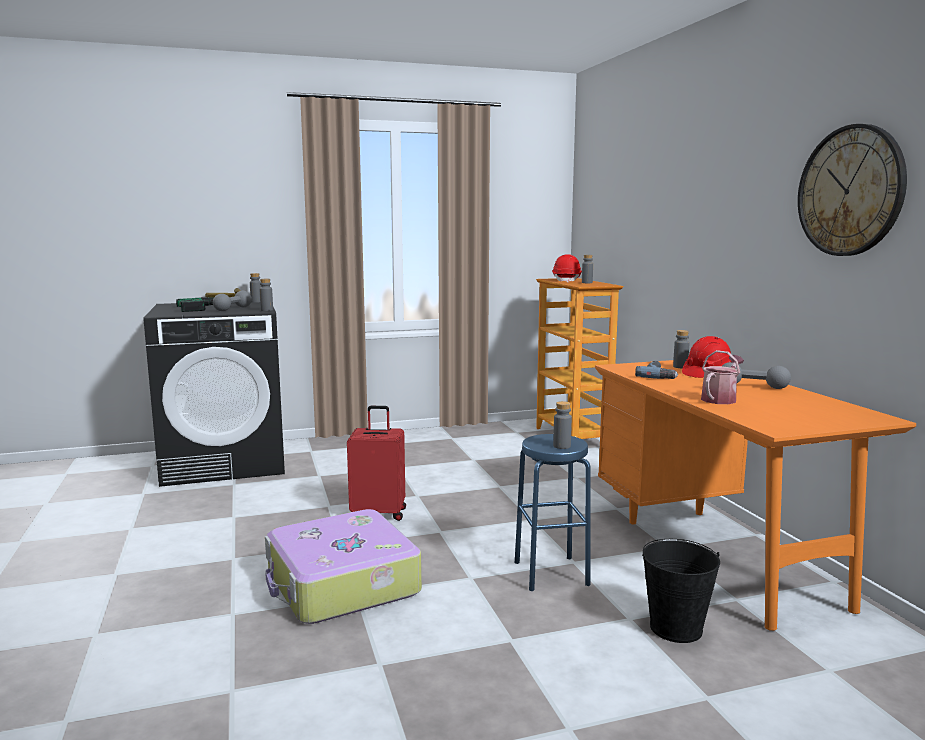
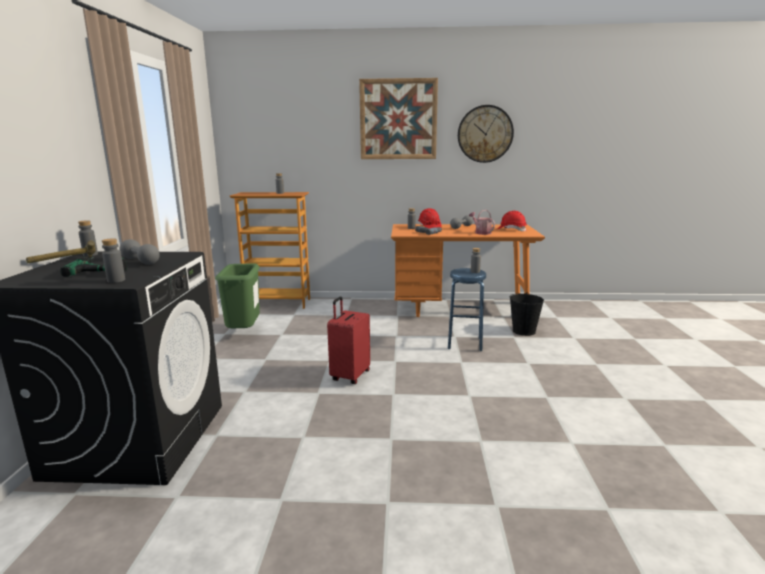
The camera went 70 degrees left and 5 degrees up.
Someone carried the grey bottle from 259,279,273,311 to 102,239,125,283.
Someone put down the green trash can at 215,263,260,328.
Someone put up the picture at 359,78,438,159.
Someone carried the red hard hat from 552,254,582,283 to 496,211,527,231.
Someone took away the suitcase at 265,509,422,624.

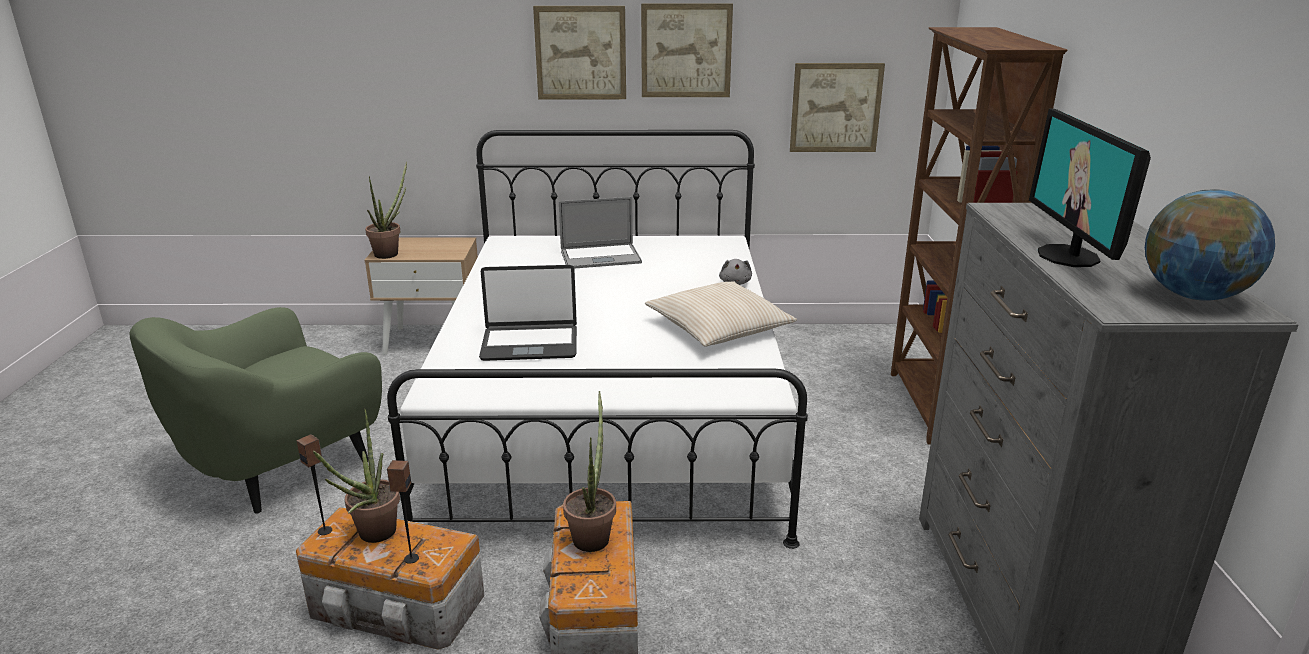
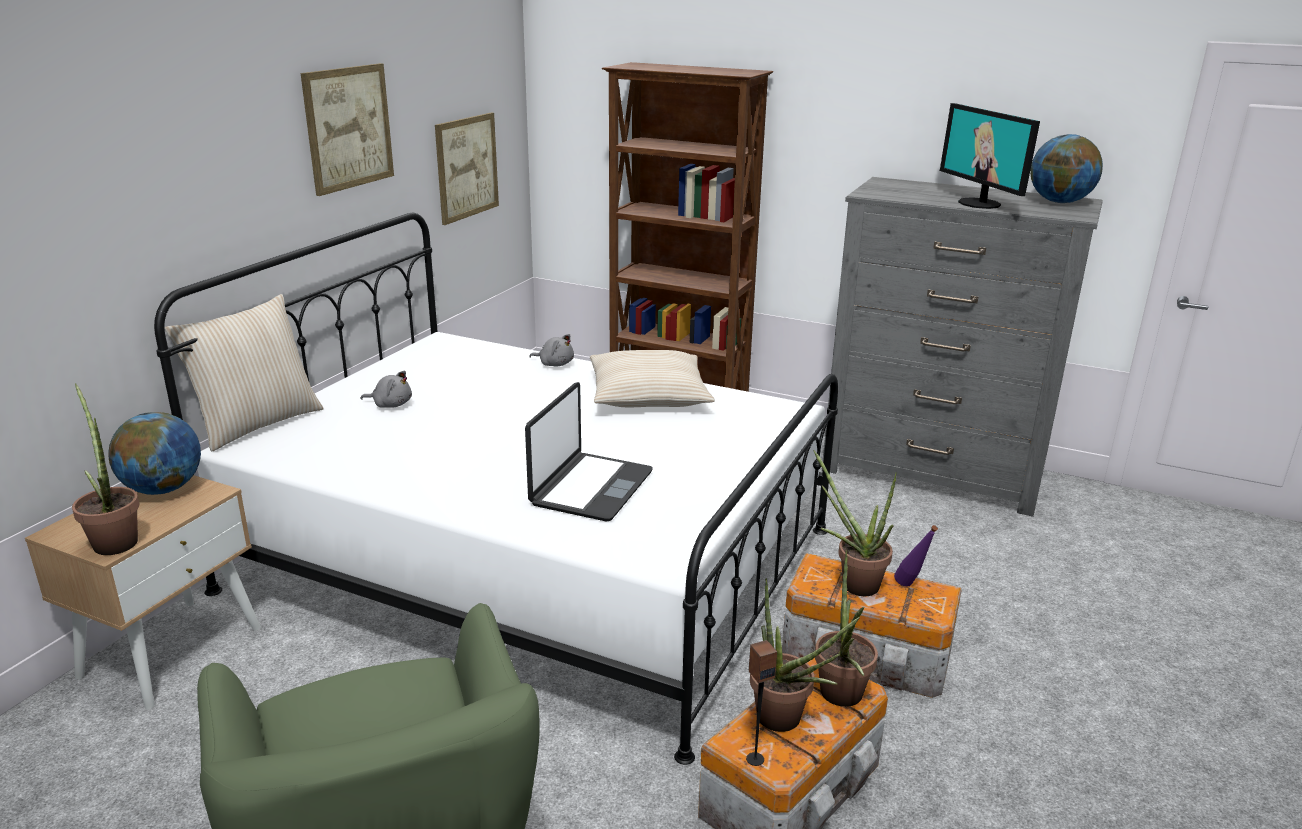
The camera went 65 degrees left and 0 degrees up.
Someone put down the globe at 108,412,201,495.
Someone put down the beige pillow at 165,294,323,451.
Someone swapped the laptop at 559,197,642,269 for the grey plush toy at 361,371,412,408.
Someone swapped the speaker at 387,460,419,564 for the potted plant at 815,550,878,707.
Someone put down the purple bottle at 894,525,938,587.
Someone rotated the monitor at 1029,109,1151,267 by 45 degrees clockwise.
Someone took away the picture at 533,6,626,99.

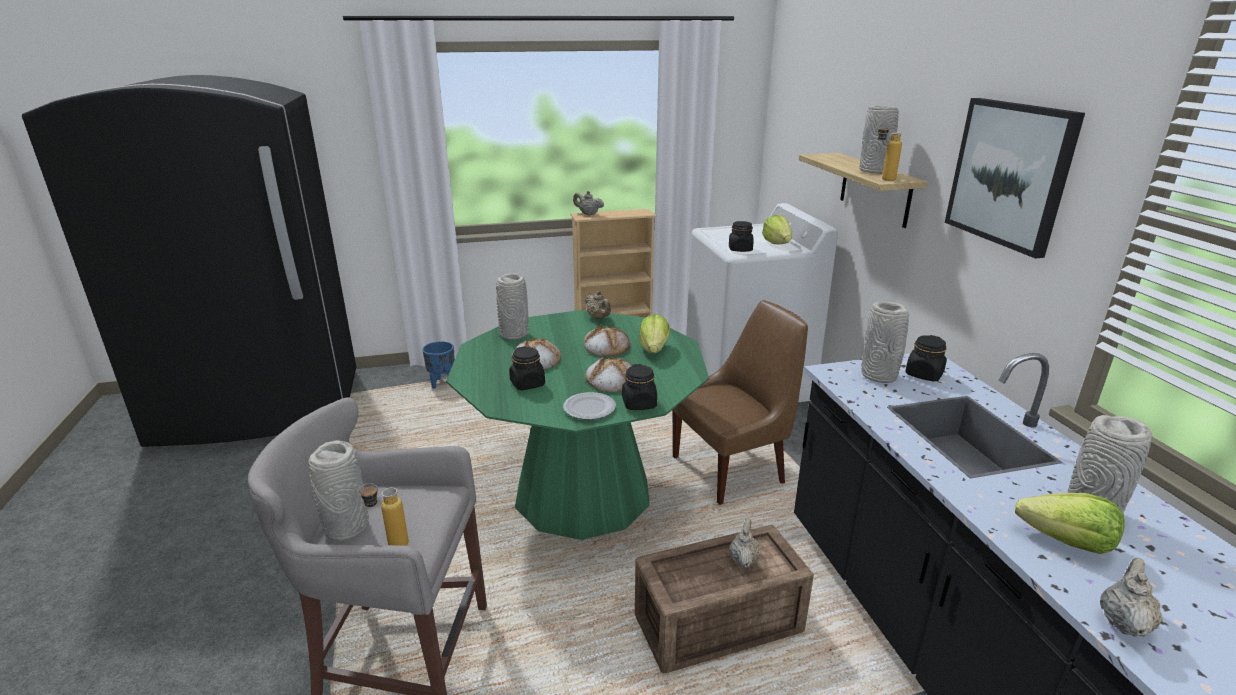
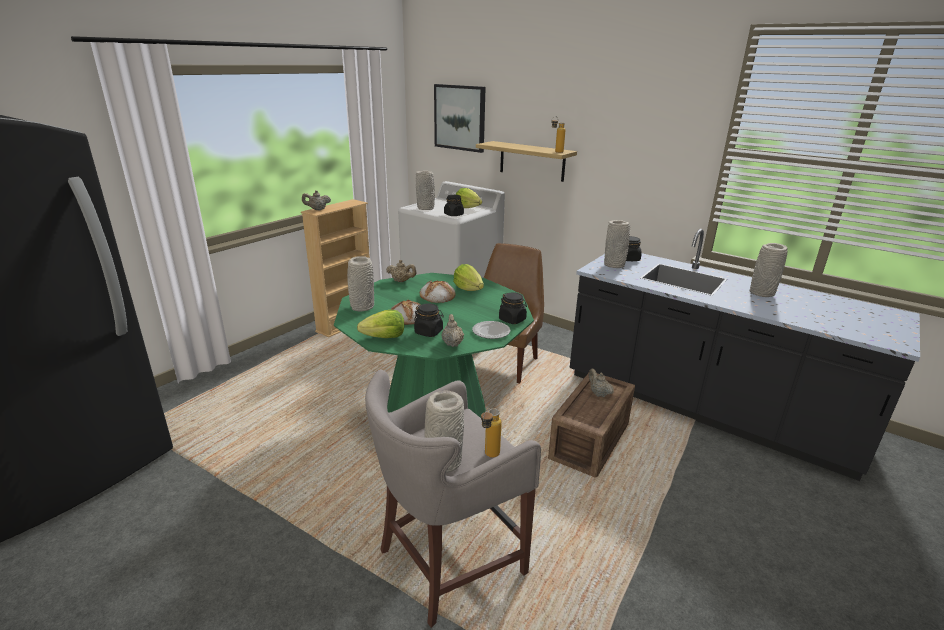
The camera went 40 degrees left and 0 degrees up.
Someone carried the lettuce from 1015,493,1125,554 to 357,310,404,338.
Someone carried the grey vase from 860,106,899,174 to 416,171,435,210.
Someone carried the picture from 945,98,1085,259 to 434,84,486,153.
Someone carried the beige teapot from 1100,557,1163,637 to 442,314,464,347.
Someone took away the blue planter at 422,341,455,389.
Someone took away the bread at 585,357,632,392.

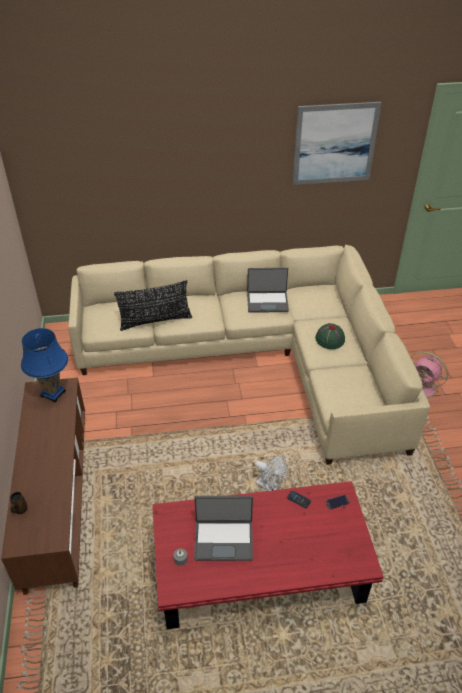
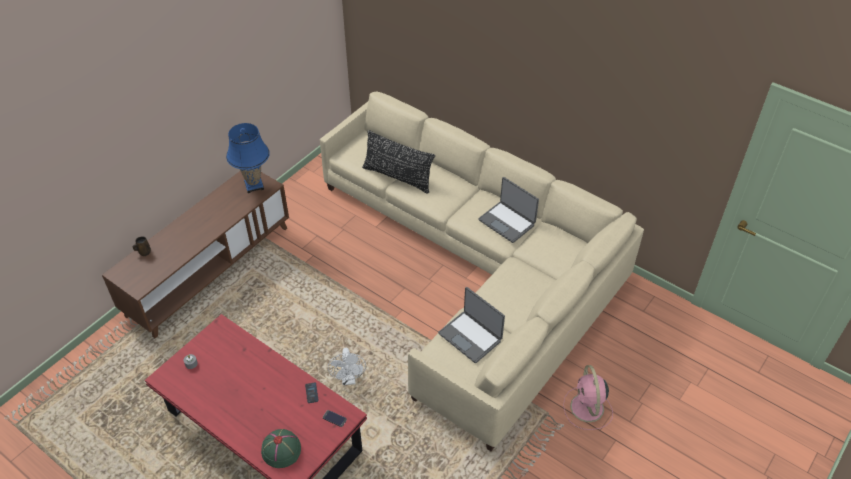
The camera went 45 degrees right and 5 degrees up.
Someone carried the green hat from 315,323,345,349 to 261,429,301,468.
Someone carried the laptop from 194,496,253,561 to 438,287,505,363.
Someone took away the picture at 292,102,381,185.

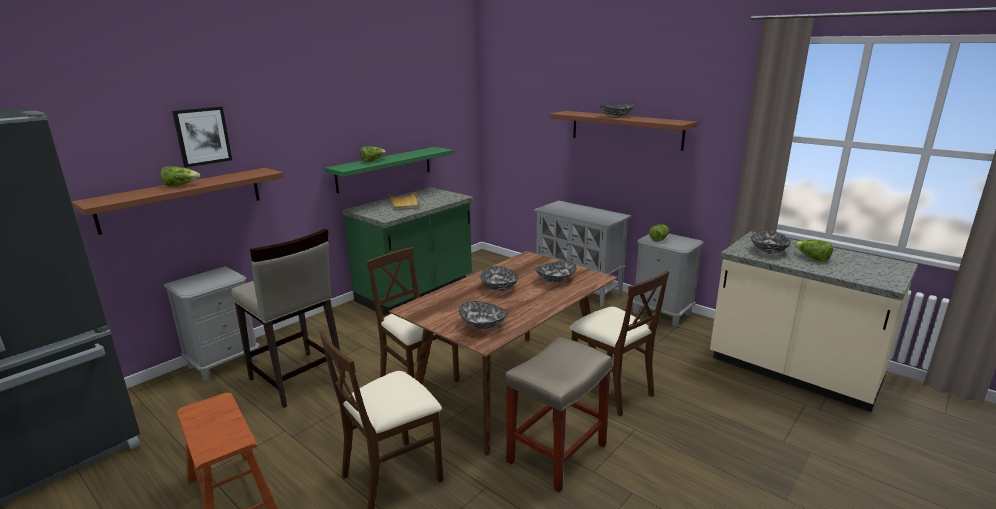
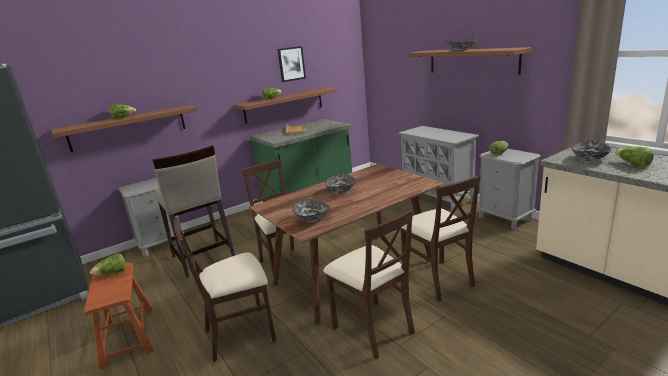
The camera went 15 degrees right and 0 degrees up.
Someone put down the lettuce at 90,254,126,275.
Someone repainted the green shelf at 324,147,453,193, which became the brown shelf at 235,88,338,124.
Someone carried the picture from 172,106,232,167 to 277,46,306,82.
Someone swapped the beige stool at 505,337,612,493 for the beige chair at 323,209,415,359.
Someone took away the bowl at 535,261,577,283.

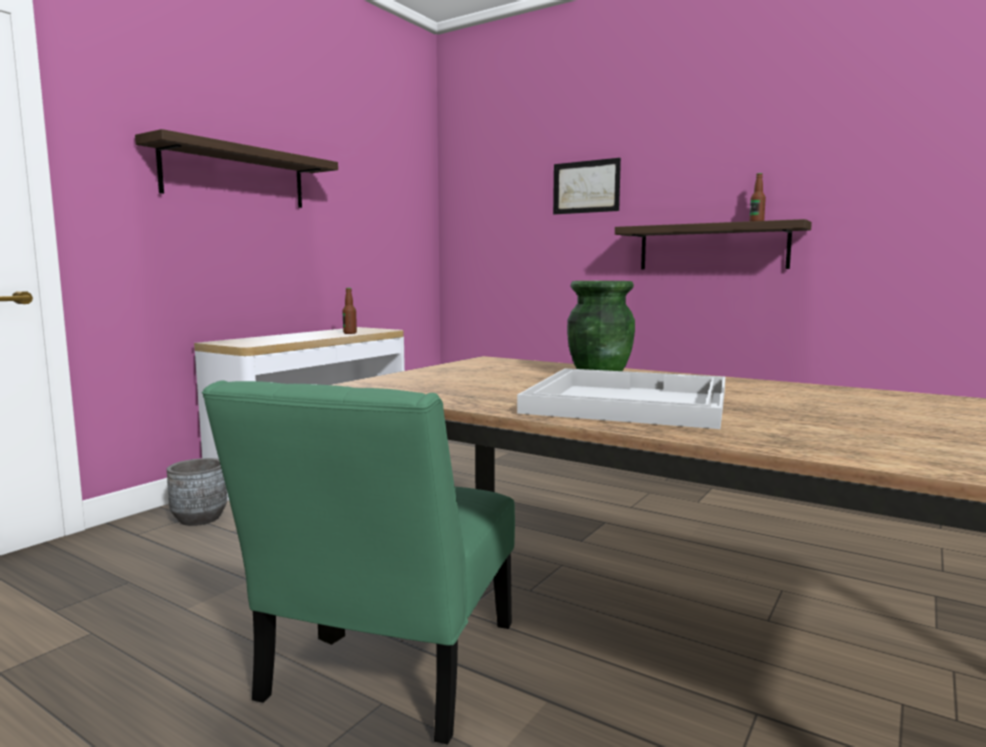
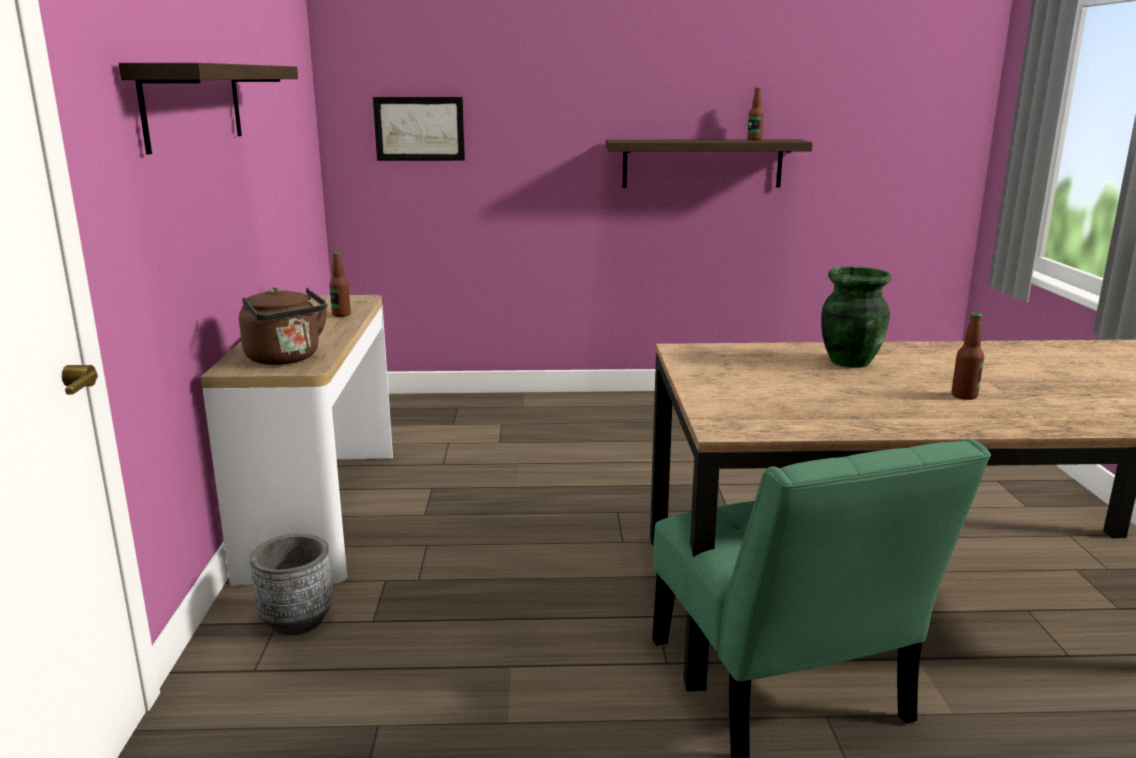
The camera went 35 degrees left and 10 degrees up.
Someone put down the brown kettle at 239,287,328,365.
Someone carried the picture from 553,158,621,214 to 373,97,465,161.
Someone swapped the white tray at 517,368,725,429 for the bottle at 951,312,984,400.

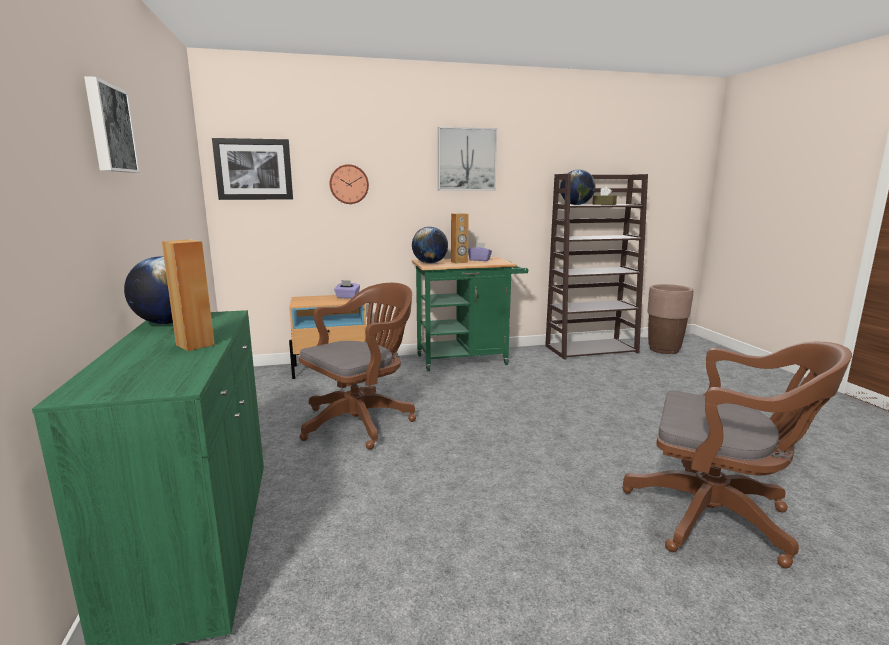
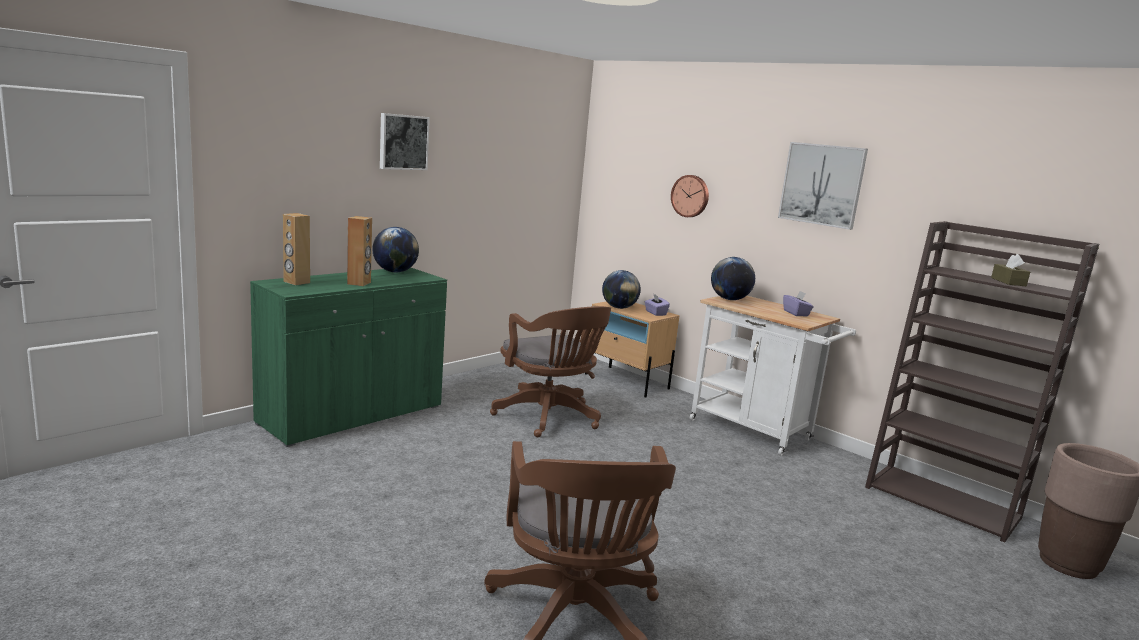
The camera went 55 degrees right and 0 degrees up.
Someone carried the brown speaker from 451,213,469,263 to 283,213,310,285.
Someone rotated the brown office chair at 299,283,416,450 by 45 degrees clockwise.
Someone carried the globe from 560,169,595,205 to 602,270,641,309.
Someone repainted the green cart at 412,257,528,371, which became the white cart at 690,296,856,456.
Someone took away the picture at 212,138,293,200.

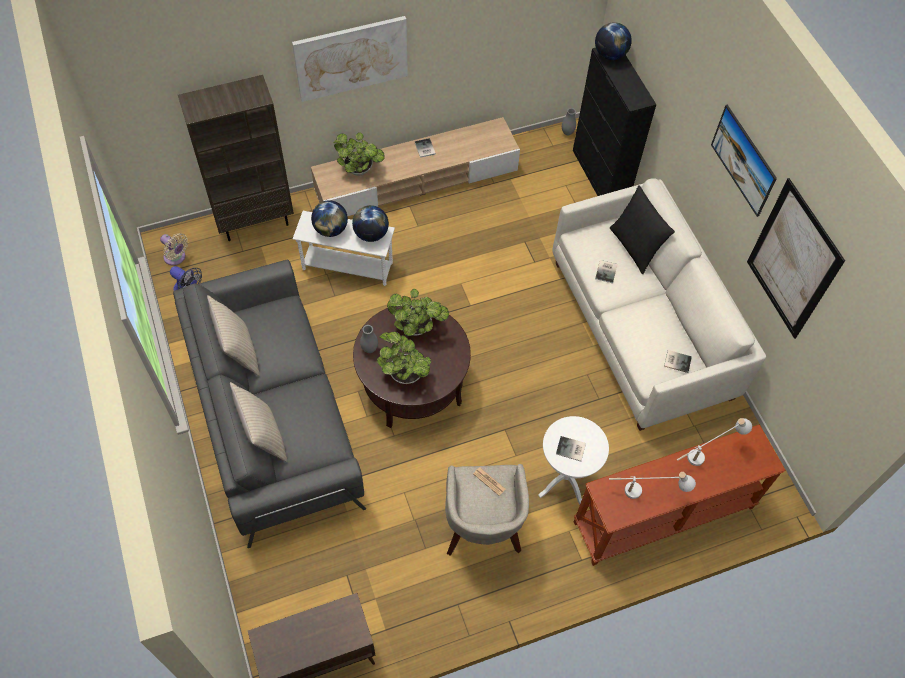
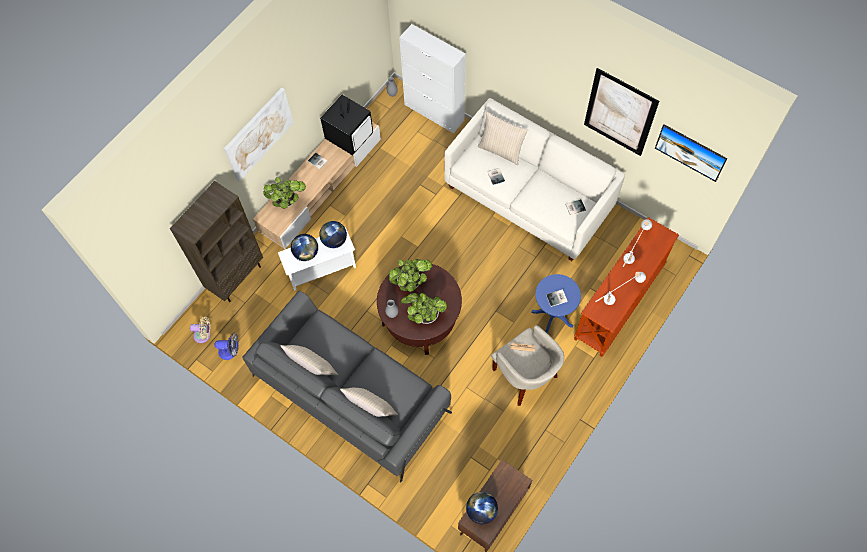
The camera went 30 degrees left and 5 degrees up.
Someone put down the television at 320,95,373,155.
Someone repainted the black cabinet at 573,48,657,196, which became the white cabinet at 399,24,466,133.
Someone carried the globe from 595,22,632,60 to 466,492,498,524.
Someone repainted the black pillow at 610,185,675,274, which became the beige pillow at 478,112,528,165.
Someone repainted the white side table at 538,416,609,504, which became the blue side table at 531,274,581,334.
Someone carried the picture from 711,104,777,217 to 655,124,728,182.

